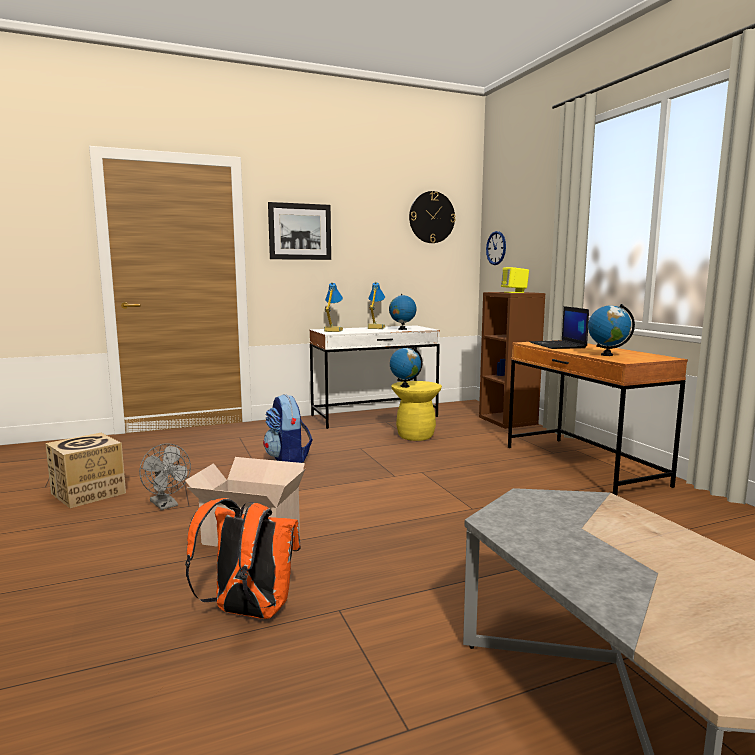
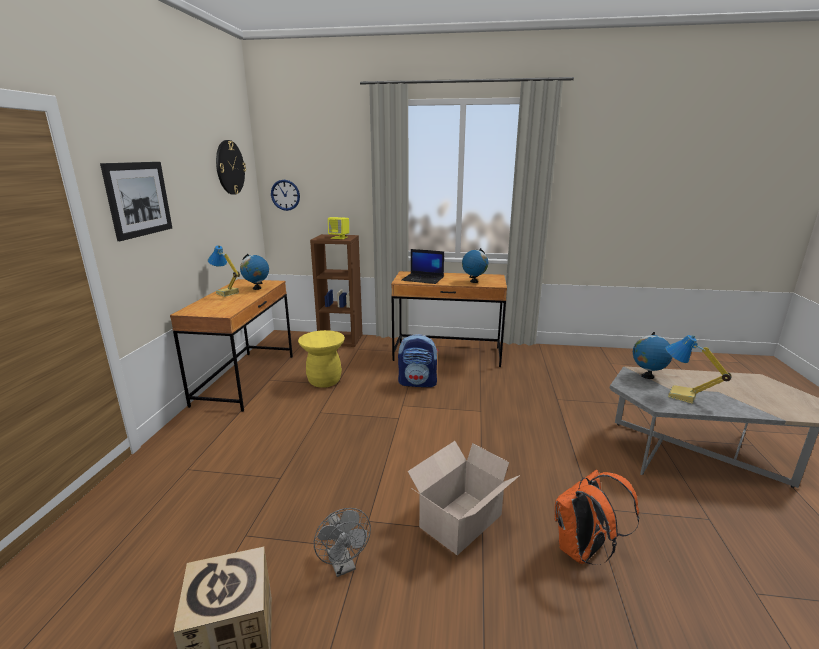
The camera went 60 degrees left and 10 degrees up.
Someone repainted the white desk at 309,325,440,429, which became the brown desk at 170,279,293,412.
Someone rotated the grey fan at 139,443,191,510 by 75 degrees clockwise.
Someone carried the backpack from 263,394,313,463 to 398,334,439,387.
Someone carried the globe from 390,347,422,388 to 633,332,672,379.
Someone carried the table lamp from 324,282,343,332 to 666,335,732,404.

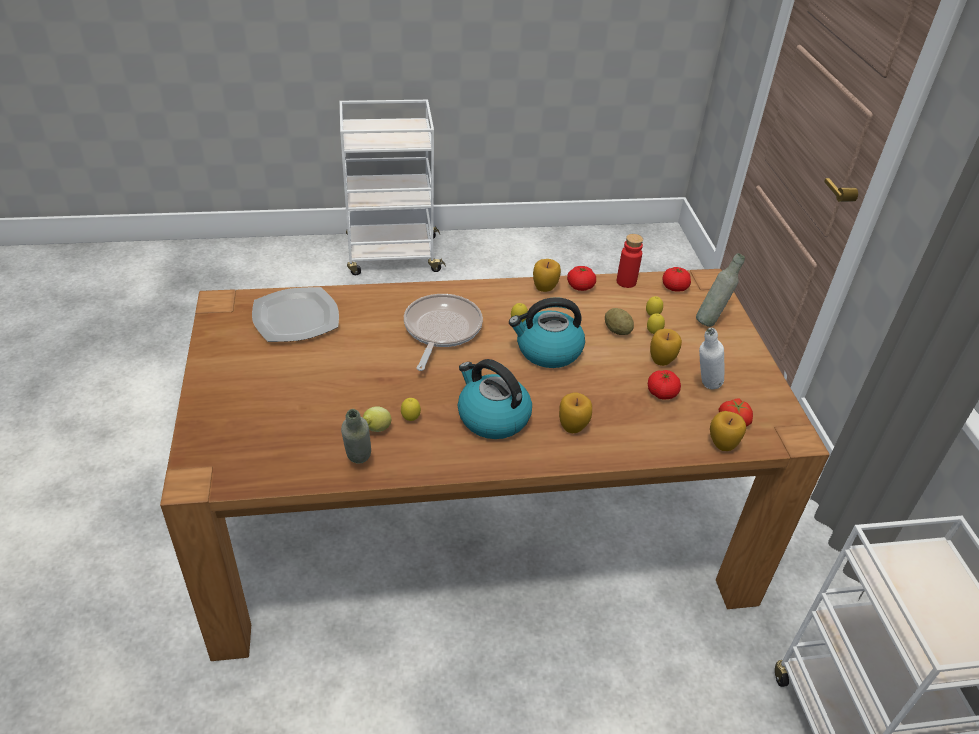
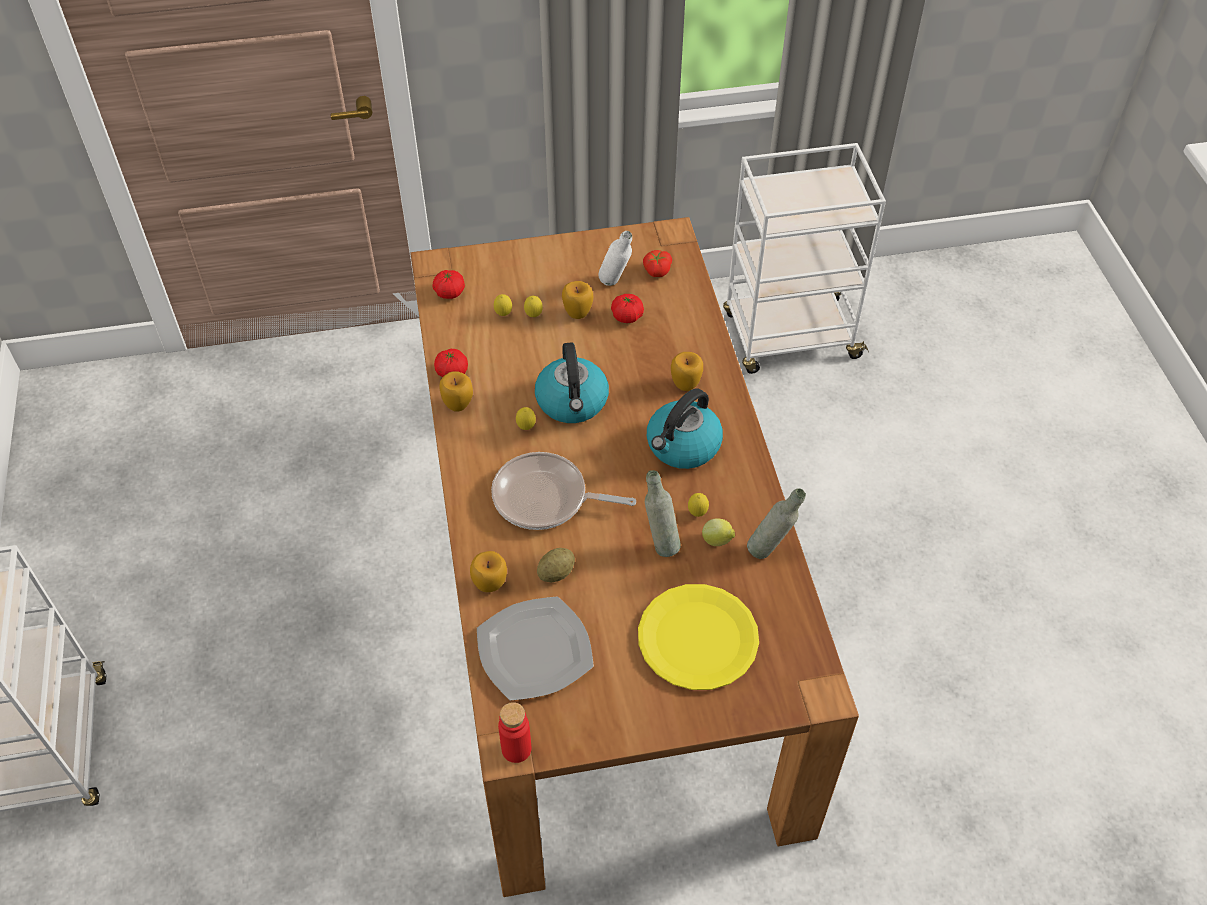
The camera went 90 degrees left and 10 degrees up.
Someone carried the apple from 710,411,746,451 to 470,551,507,592.
Someone carried the red bottle from 616,234,643,288 to 498,702,531,763.
Someone carried the potato from 605,308,634,335 to 537,548,575,582.
Someone put down the yellow plate at 638,584,759,690.
Someone carried the grey bottle from 696,253,745,327 to 645,470,681,557.

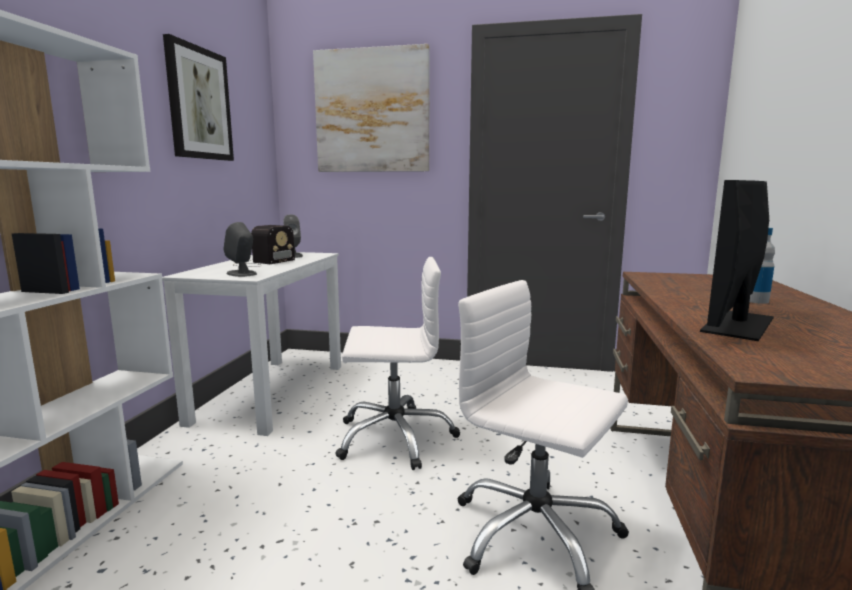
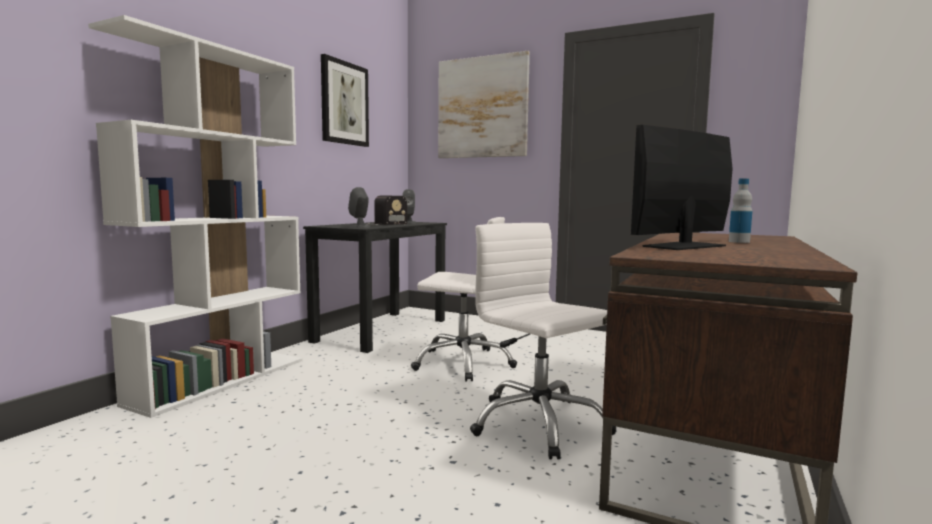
The camera went 15 degrees right and 5 degrees down.
Someone repainted the white desk at 162,252,341,436, which became the black desk at 303,222,447,353.

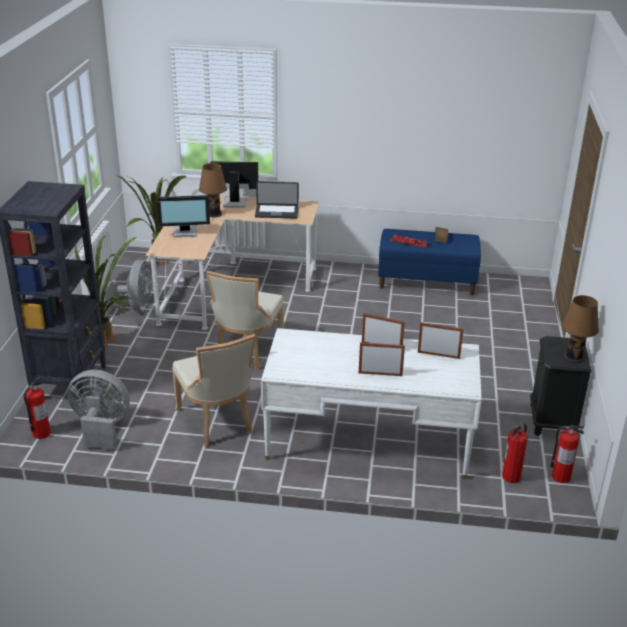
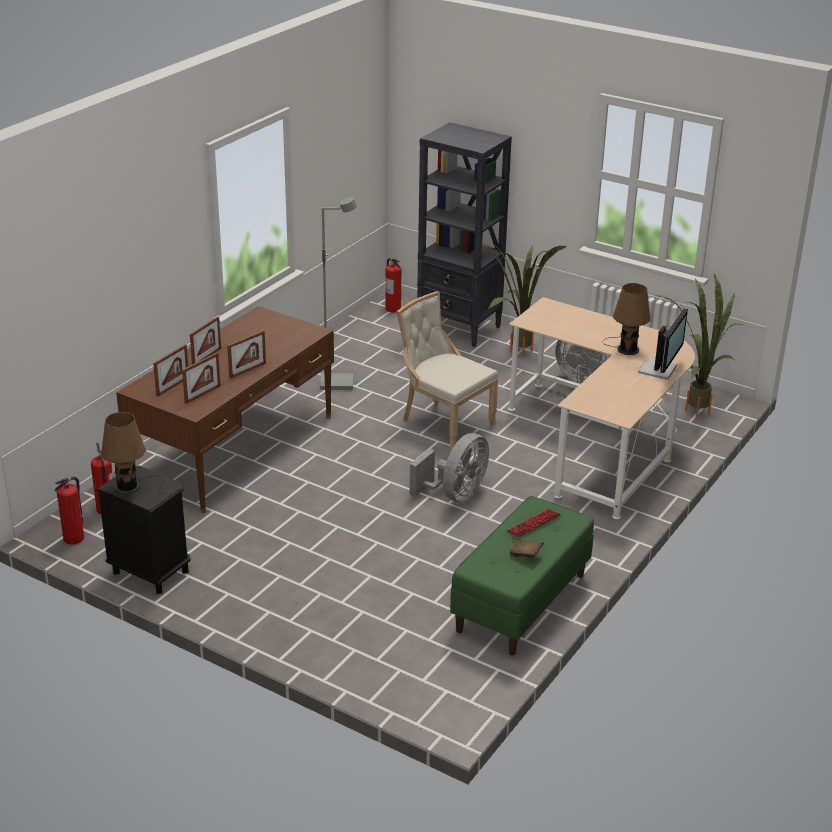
The camera went 115 degrees right and 0 degrees up.
Someone repainted the white desk at 261,328,482,479, which became the brown desk at 116,306,334,513.
Someone put down the picture frame at 153,344,188,397.
Someone swapped the beige chair at 172,334,256,446 for the grey floor lamp at 320,197,357,390.
Someone carried the grey fan from 67,370,130,450 to 409,433,489,502.
Someone repainted the blue bench at 378,229,481,295, which became the green bench at 450,496,594,656.
Someone took away the monitor at 157,195,210,237.
Someone took away the laptop at 255,182,299,218.

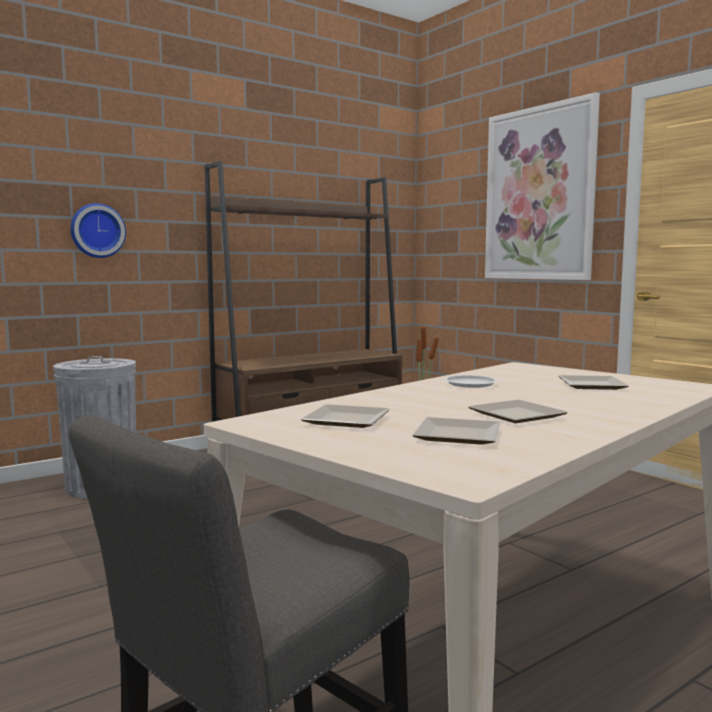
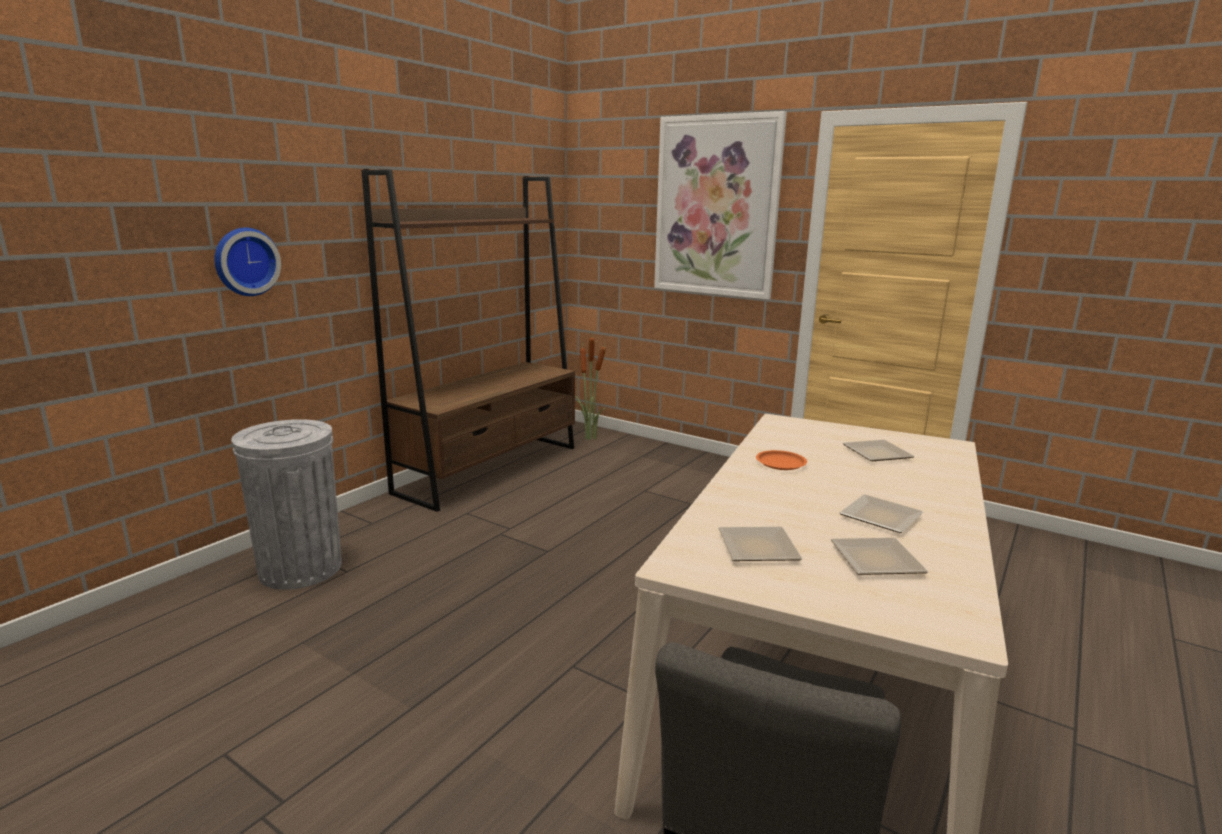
The camera went 20 degrees left and 10 degrees up.
Someone repainted the white plate at 444,375,498,388, which became the orange plate at 756,450,807,470.

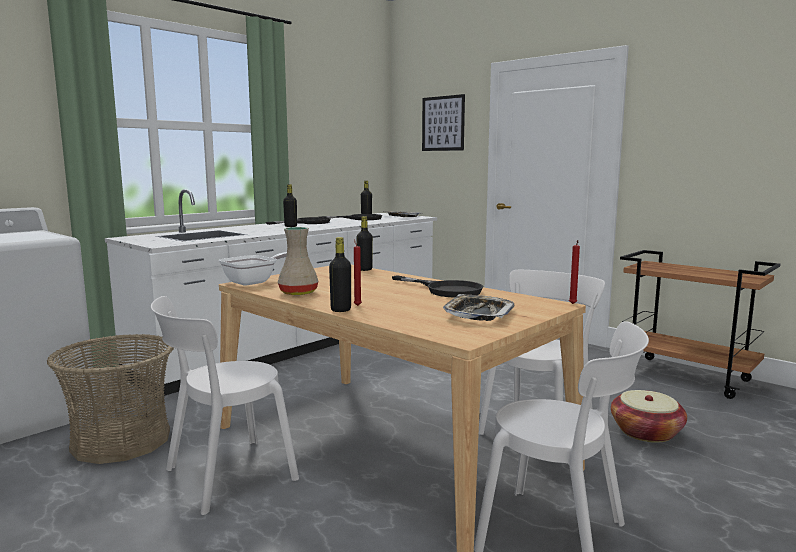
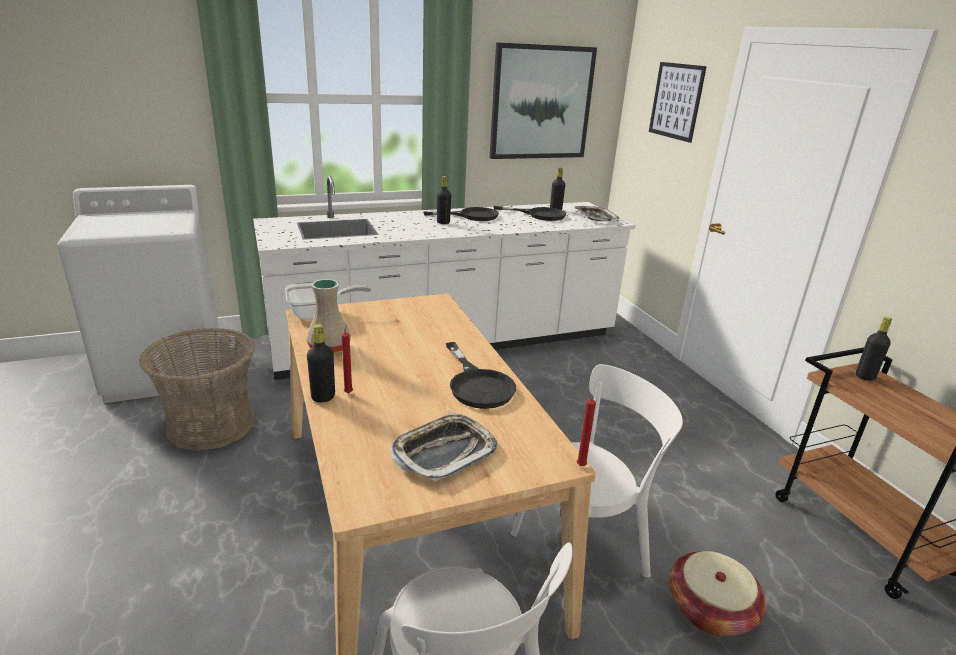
The camera went 25 degrees right and 15 degrees up.
Someone put up the picture at 490,42,597,159.
Someone carried the black bottle from 356,216,373,271 to 856,317,892,381.
Someone took away the white chair at 151,296,299,515.

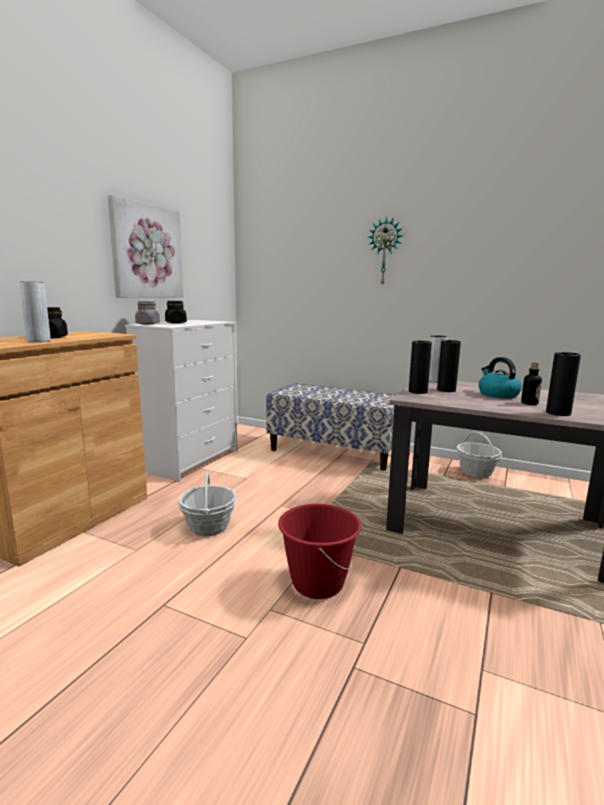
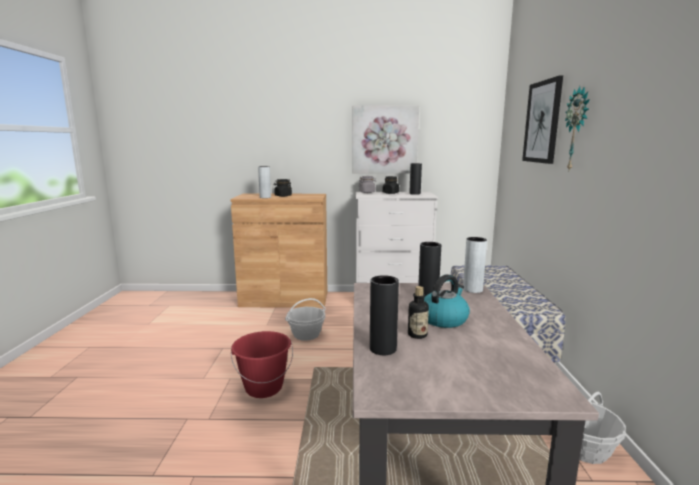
The camera went 65 degrees right and 0 degrees up.
Someone carried the black vase from 409,341,432,394 to 410,163,422,195.
Someone put up the picture at 522,76,563,164.

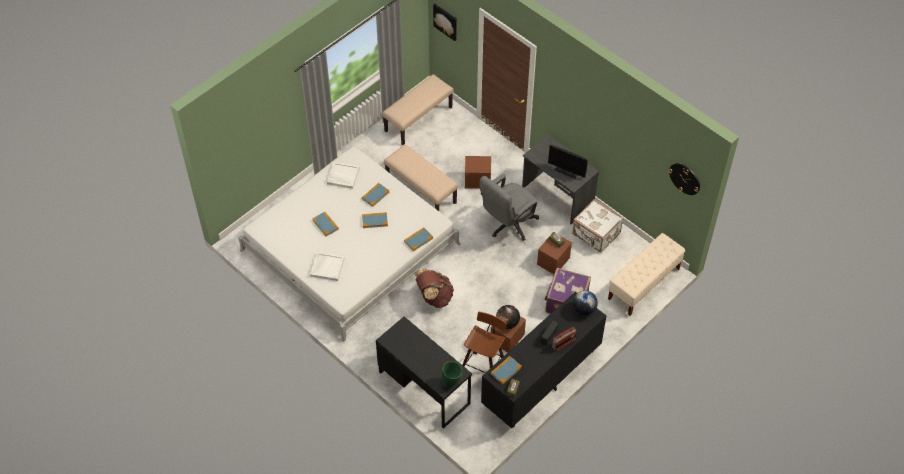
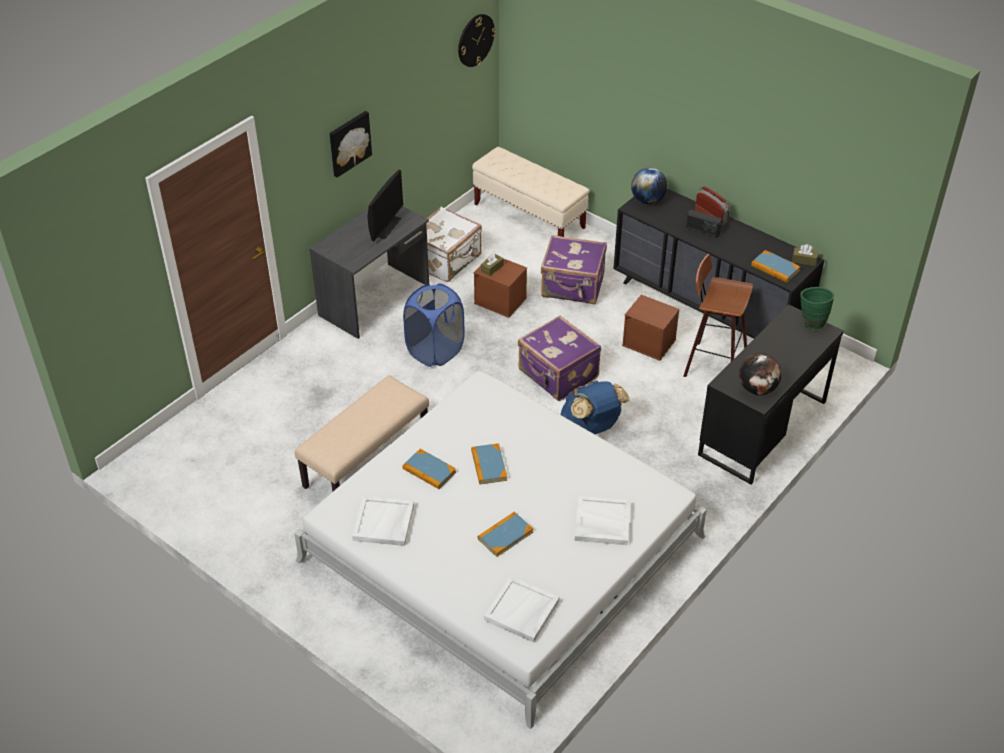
The camera went 95 degrees left and 10 degrees down.
Someone carried the picture from 433,4,457,41 to 330,111,372,178.
Someone swapped the grey office chair at 480,174,539,241 for the blue laundry basket at 403,284,465,367.
Someone put down the white tray at 484,576,559,643.
Someone put down the purple suitcase at 518,315,601,401.
Someone repainted the brown backpack at 414,268,454,308, which became the blue backpack at 561,381,630,434.
Someone carried the globe from 496,305,520,329 to 739,353,782,395.
Someone took away the beige bench at 382,74,454,145.
Someone took away the book at 404,227,433,251.
Someone took away the brown storage box at 465,156,491,189.

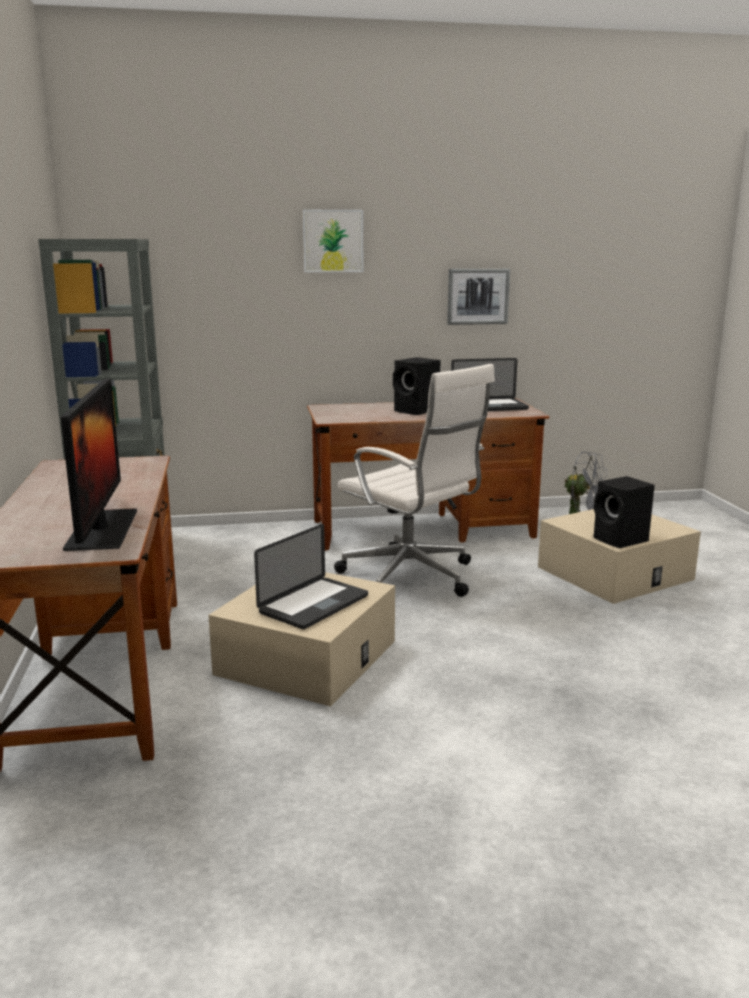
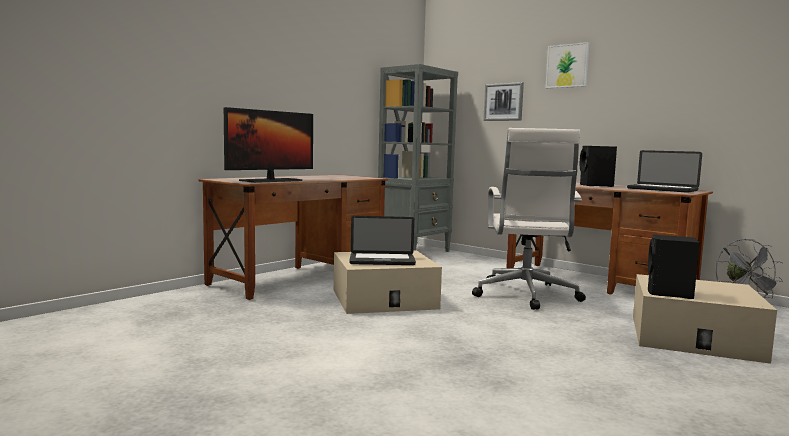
The camera went 50 degrees right and 10 degrees down.
Someone carried the picture from 447,269,510,325 to 483,82,524,121.

